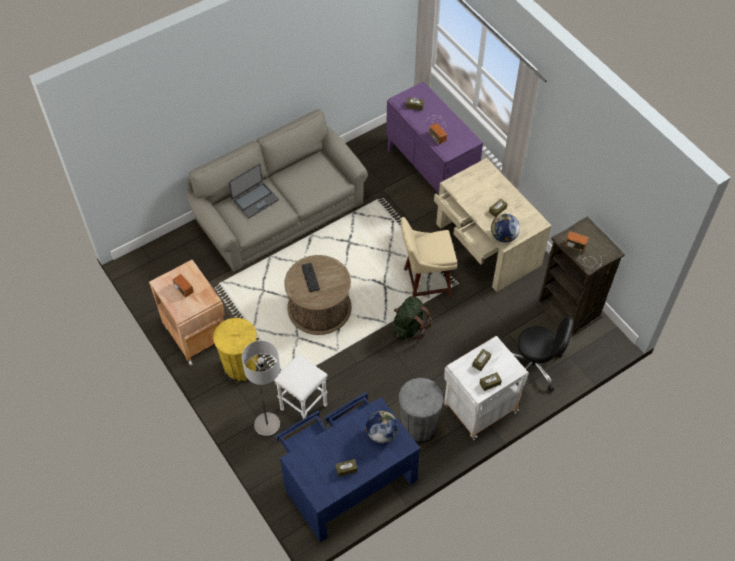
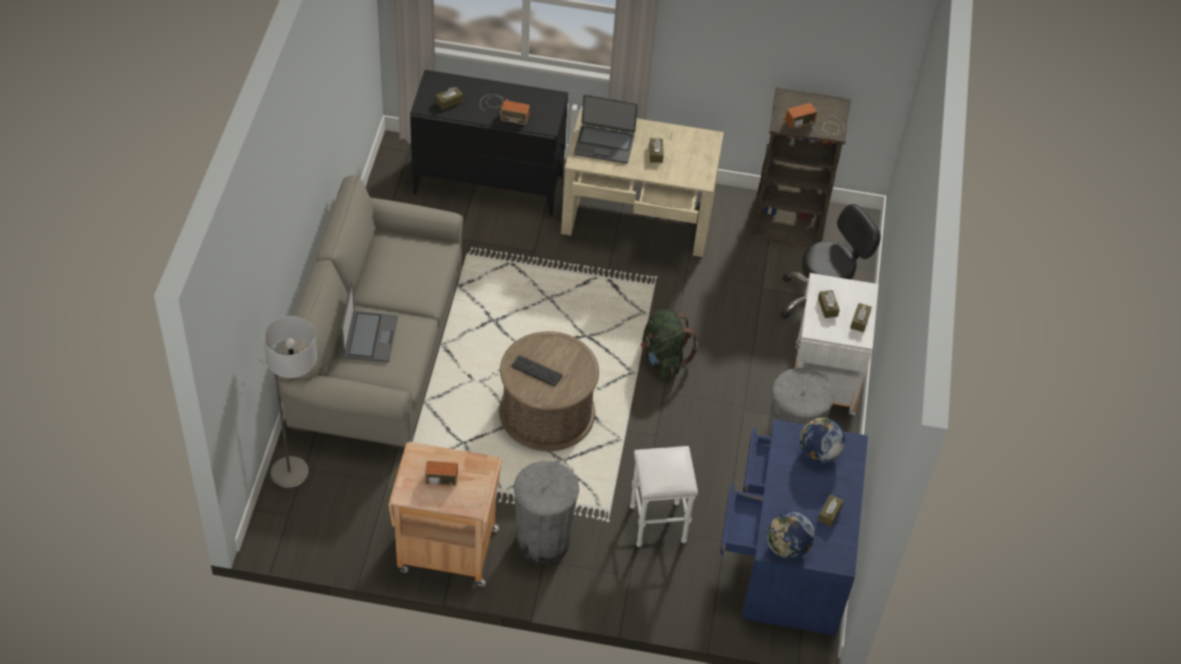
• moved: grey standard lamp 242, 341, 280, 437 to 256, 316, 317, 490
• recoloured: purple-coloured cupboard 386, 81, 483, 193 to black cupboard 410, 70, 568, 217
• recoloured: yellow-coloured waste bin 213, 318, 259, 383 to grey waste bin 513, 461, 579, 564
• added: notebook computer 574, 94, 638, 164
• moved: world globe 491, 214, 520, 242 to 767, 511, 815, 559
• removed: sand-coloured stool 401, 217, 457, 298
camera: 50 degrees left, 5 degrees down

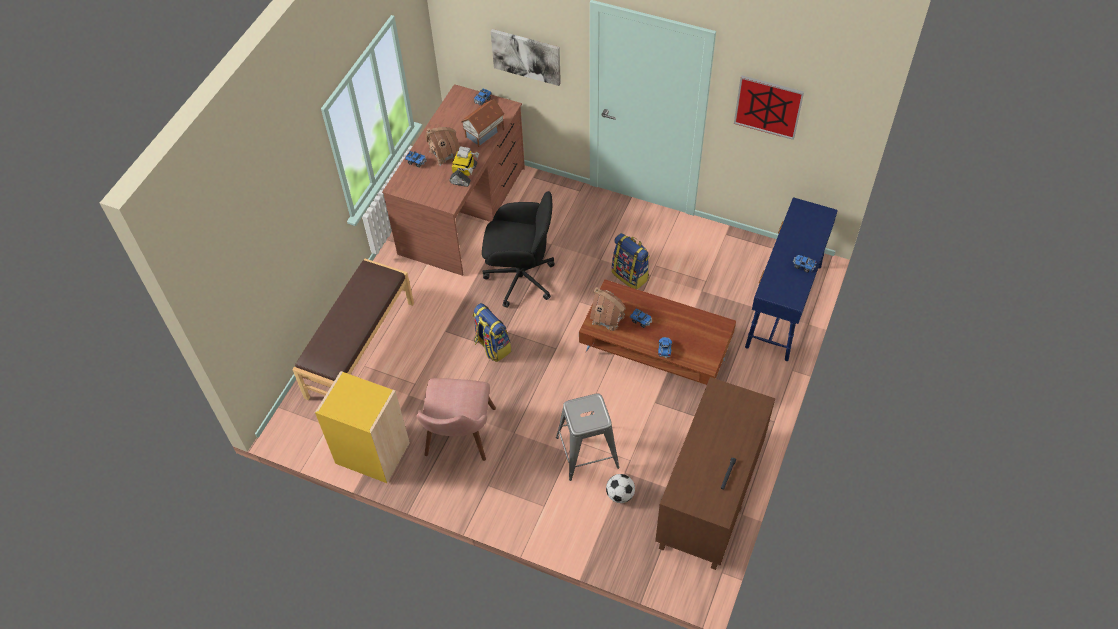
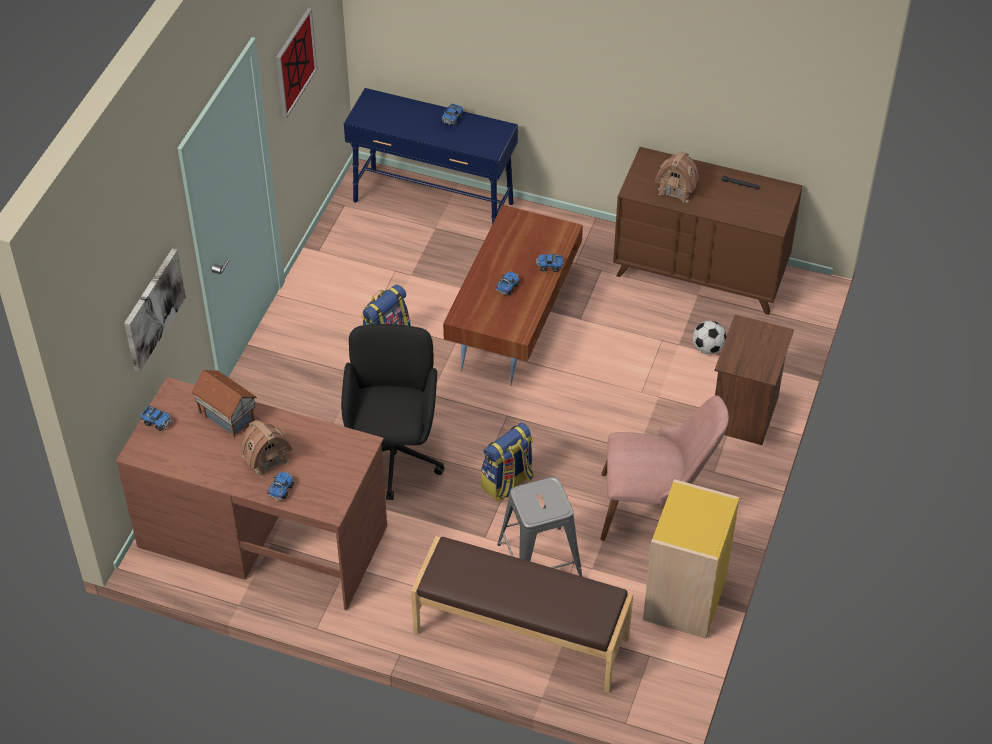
• moved: grey stool 556, 394, 619, 481 to 497, 477, 583, 577
• moved: model house 590, 287, 626, 332 to 654, 152, 698, 203
• added: brown-coloured night table 714, 315, 794, 445
• removed: model robot 450, 146, 479, 187
camera: 95 degrees left, 5 degrees down

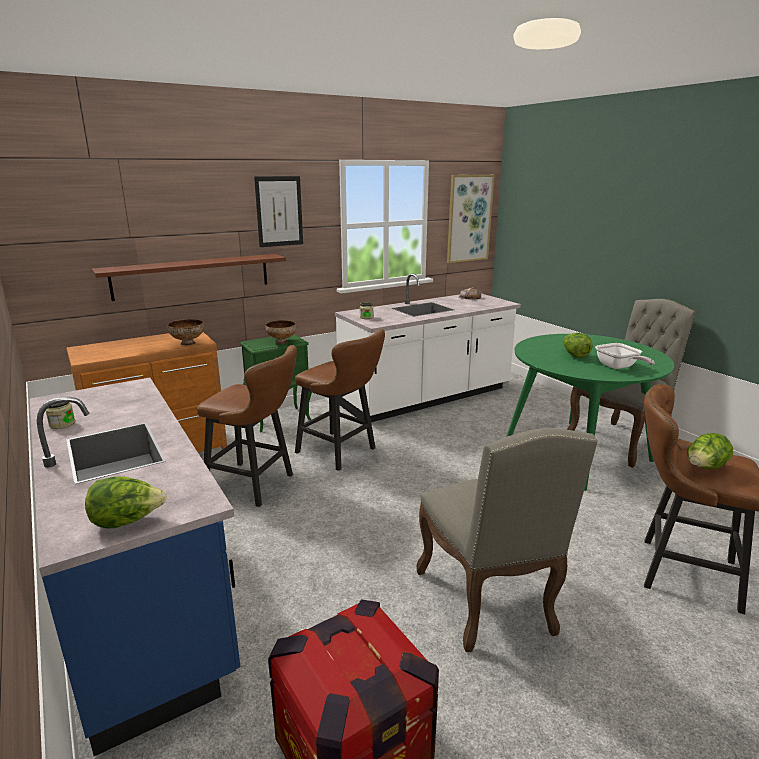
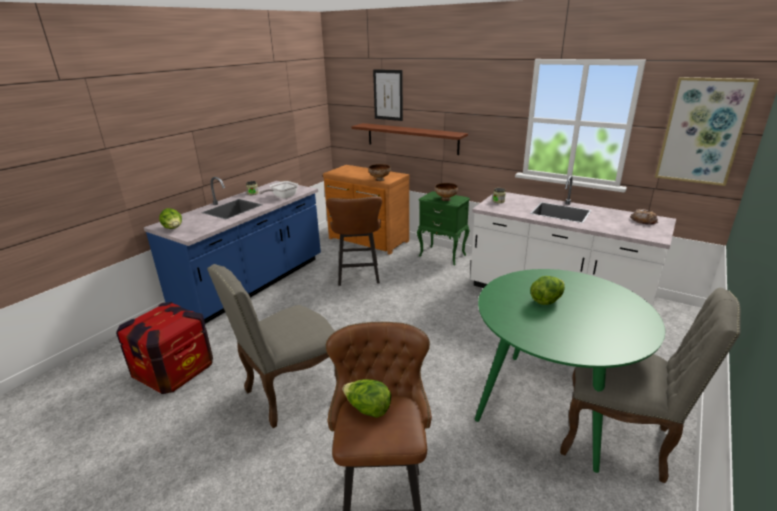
• moved: pan 595, 343, 655, 369 to 259, 181, 298, 199
• moved: wall picture 254, 176, 303, 247 to 373, 69, 403, 121
• removed: brown-coloured stool 295, 329, 385, 471
camera: 65 degrees right, 5 degrees up

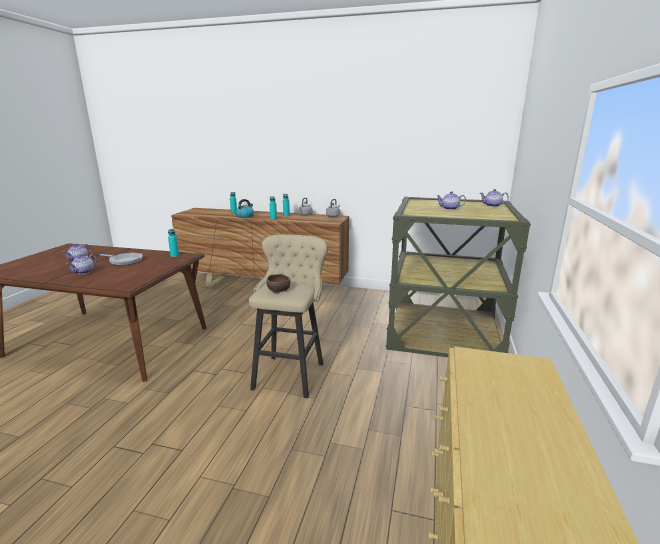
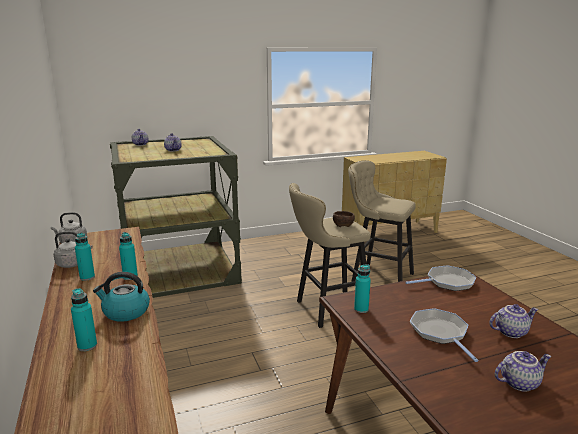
• added: sand-coloured stool 348, 160, 416, 282
• added: pan 405, 265, 476, 291
camera: 125 degrees left, 0 degrees up

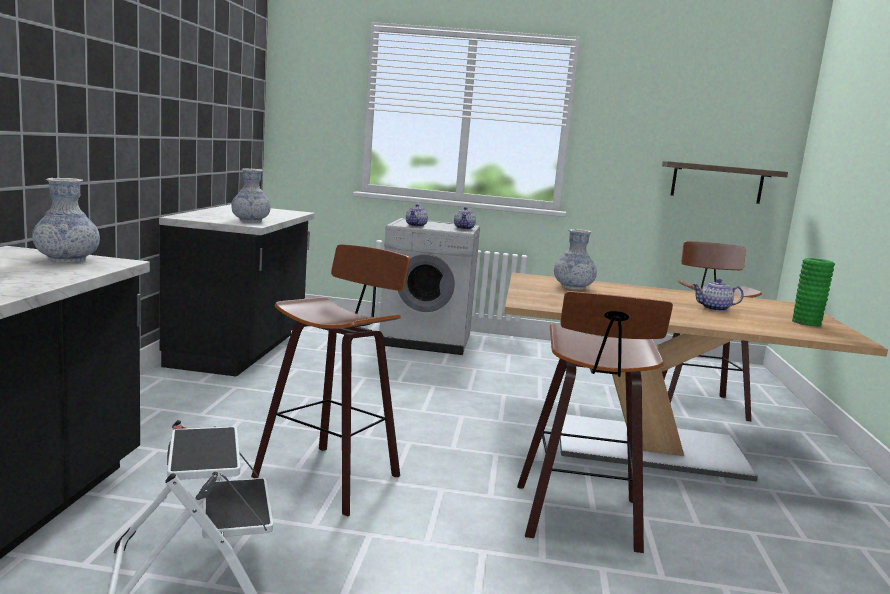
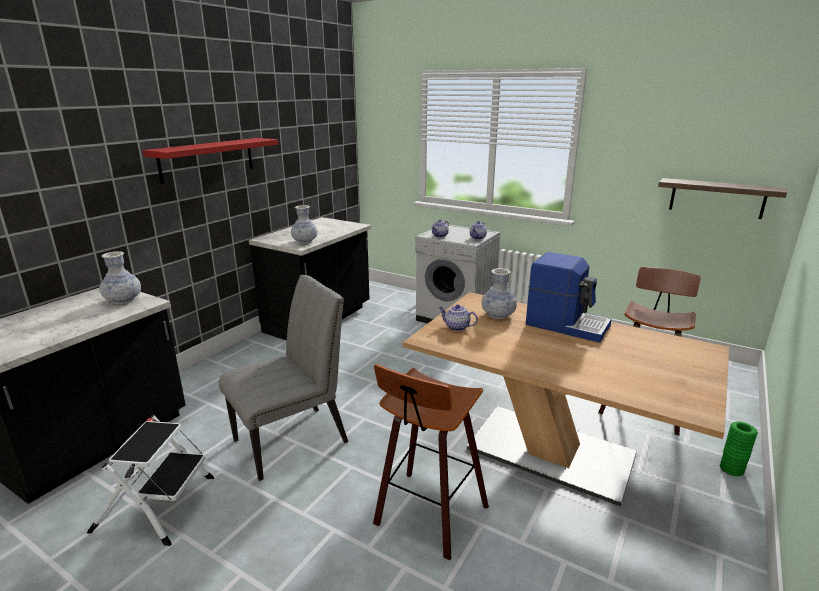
• added: red wall shelf 143, 138, 278, 184
• replaced: stool 251, 244, 410, 516 to grey upright chair 219, 275, 348, 481
• moved: pot for tea 692, 279, 744, 311 to 439, 304, 478, 331
• added: coffee maker 526, 252, 612, 343
• moved: green-coloured decorative vase 792, 258, 835, 326 to 720, 422, 758, 476
camera: 25 degrees right, 10 degrees up

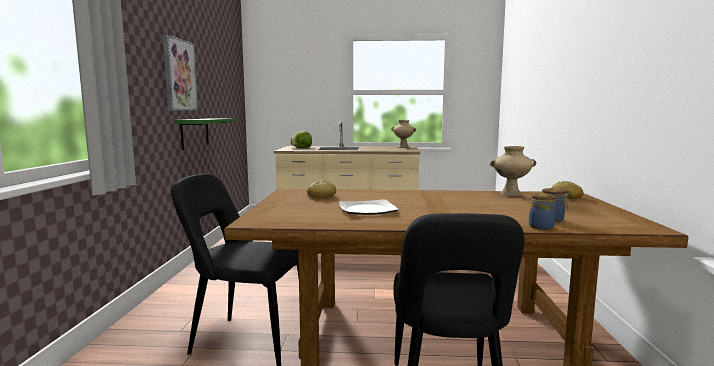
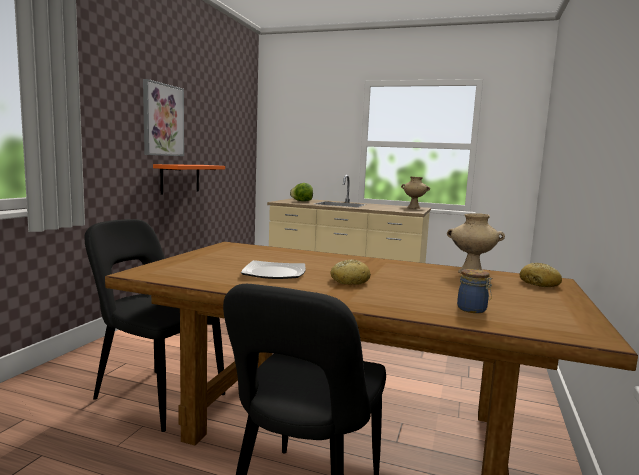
• recoloured: green-coloured wall shelf 175, 118, 234, 150 to orange wall shelf 153, 164, 225, 195
• moved: bakery bread 307, 180, 336, 198 to 330, 259, 371, 285
• removed: storage jar 529, 193, 556, 230
camera: 15 degrees right, 0 degrees up

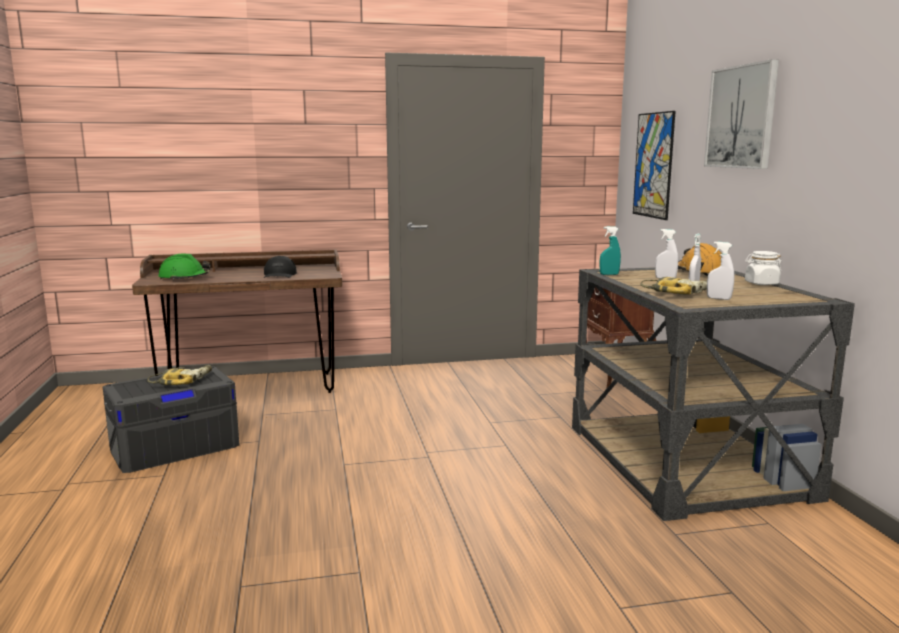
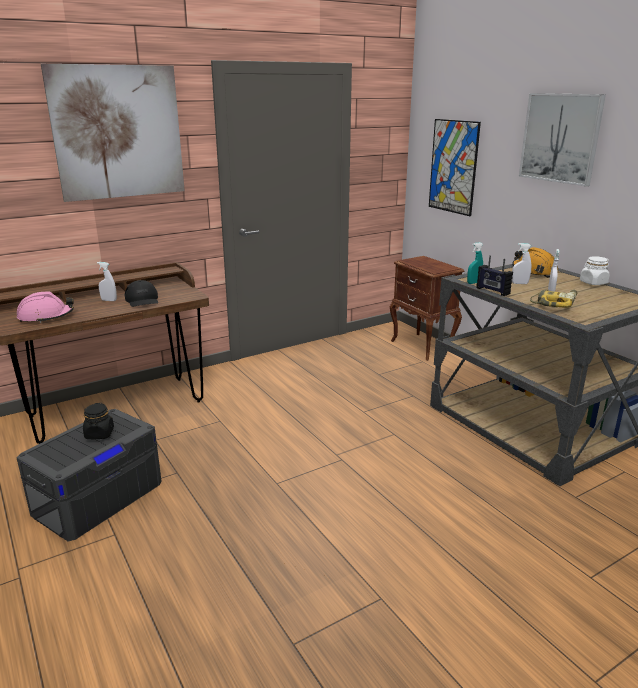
• recoloured: green-coloured safety helmet 158, 253, 211, 280 to pink-coloured safety helmet 17, 291, 74, 323
• added: wall picture 41, 64, 185, 202
• replaced: drill 147, 365, 212, 385 to black storage jar 83, 403, 114, 439
• moved: white-coloured spray bottle 707, 241, 735, 300 to 97, 262, 117, 301
• added: radio set 476, 255, 513, 296
camera: 20 degrees left, 10 degrees up

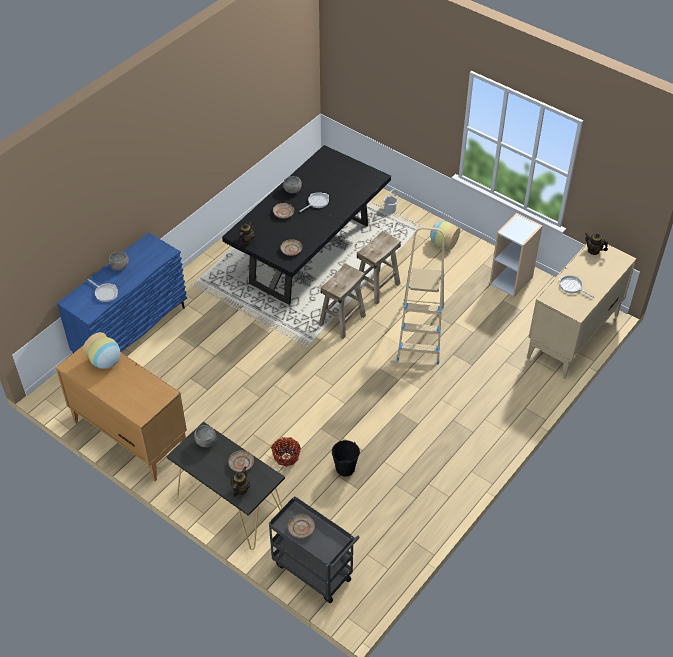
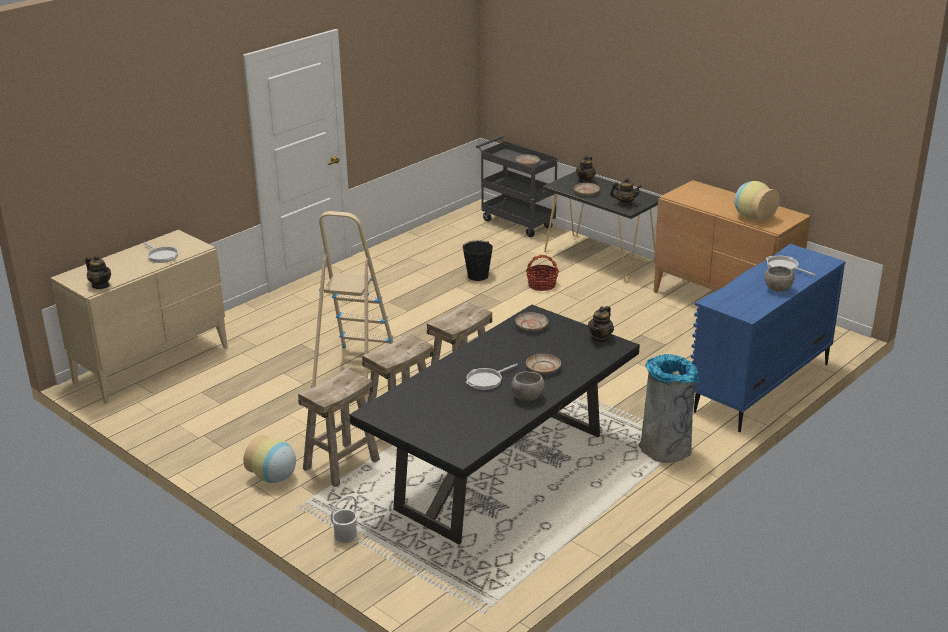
• added: sand-coloured stool 298, 368, 380, 487
• replaced: grey serving bowl 194, 425, 217, 447 to pot for tea 610, 178, 642, 206
• added: grey waste bin 638, 354, 699, 463
• removed: bookshelf 489, 213, 542, 297
camera: 175 degrees left, 20 degrees down

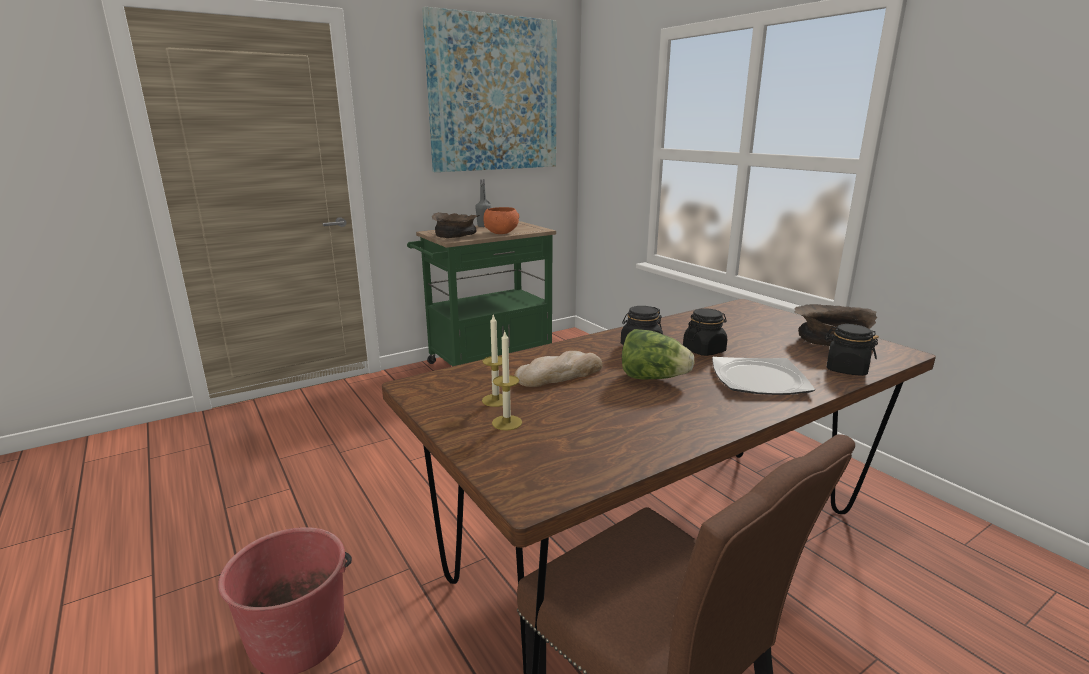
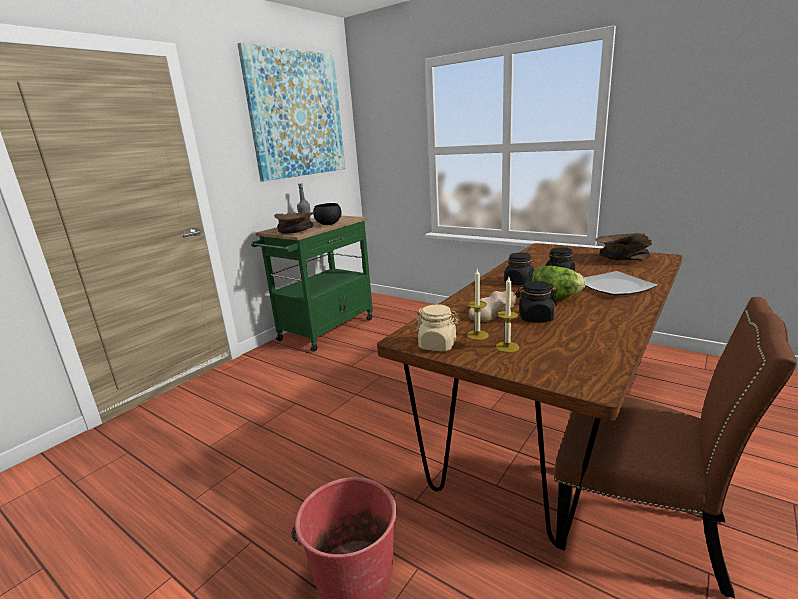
• recoloured: orange serving bowl 484, 207, 519, 234 to black serving bowl 313, 203, 342, 225
• added: sand-coloured storage jar 416, 304, 460, 351
• moved: black storage jar 825, 324, 879, 376 to 516, 281, 557, 322
camera: 20 degrees left, 0 degrees up

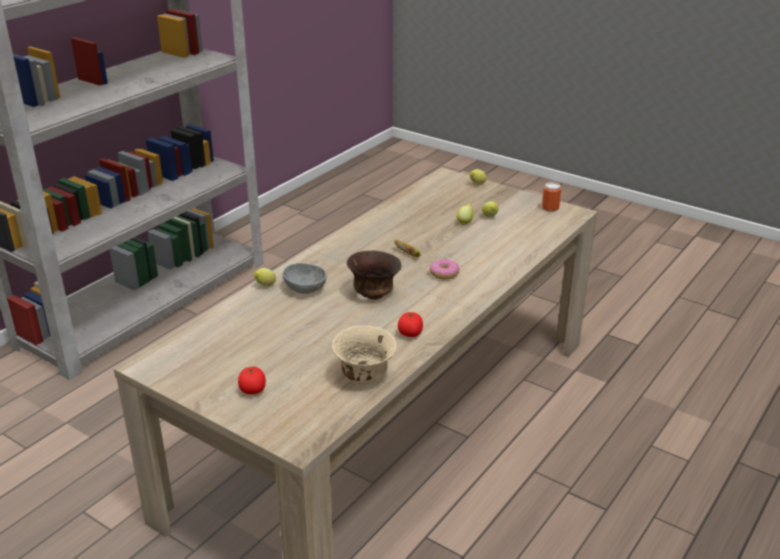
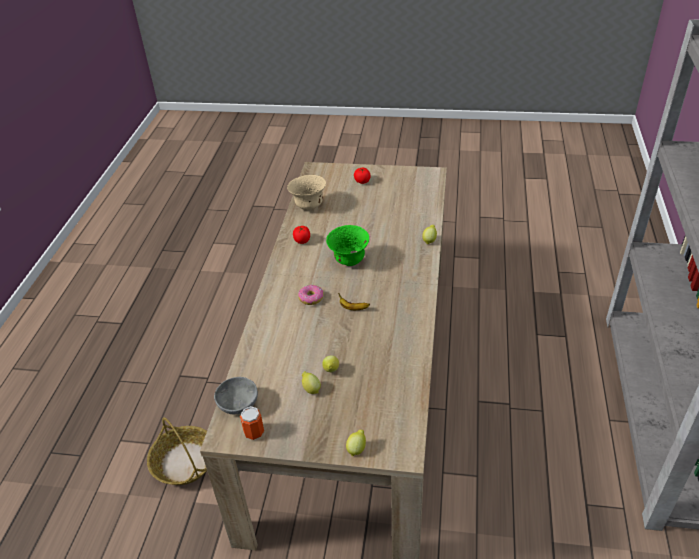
• added: basket 147, 417, 207, 485
• moved: grey serving bowl 283, 263, 327, 294 to 214, 377, 258, 414
• recoloured: brown-coloured serving bowl 347, 250, 402, 300 to green-coloured serving bowl 326, 225, 369, 266
camera: 155 degrees right, 10 degrees up

